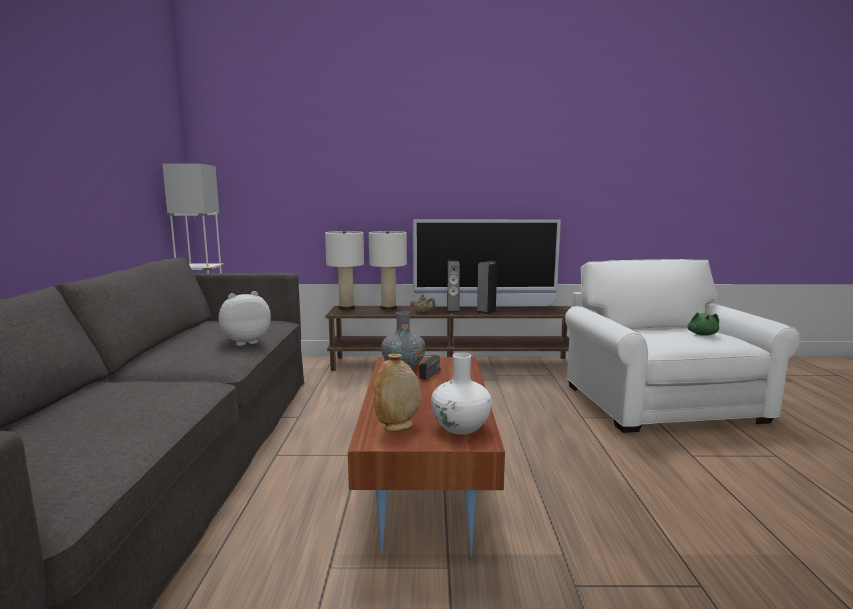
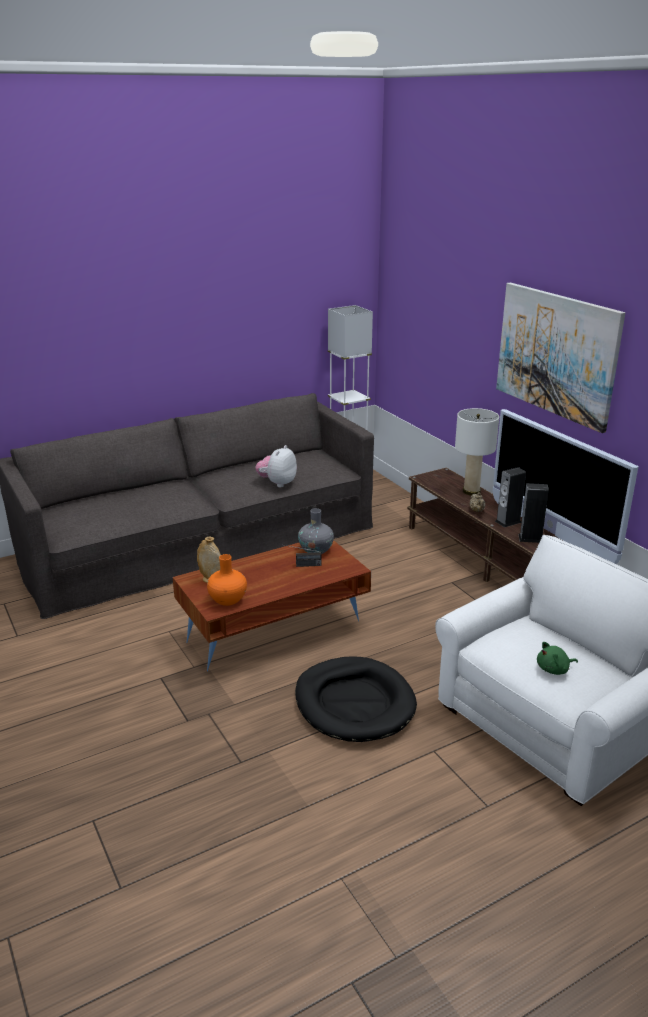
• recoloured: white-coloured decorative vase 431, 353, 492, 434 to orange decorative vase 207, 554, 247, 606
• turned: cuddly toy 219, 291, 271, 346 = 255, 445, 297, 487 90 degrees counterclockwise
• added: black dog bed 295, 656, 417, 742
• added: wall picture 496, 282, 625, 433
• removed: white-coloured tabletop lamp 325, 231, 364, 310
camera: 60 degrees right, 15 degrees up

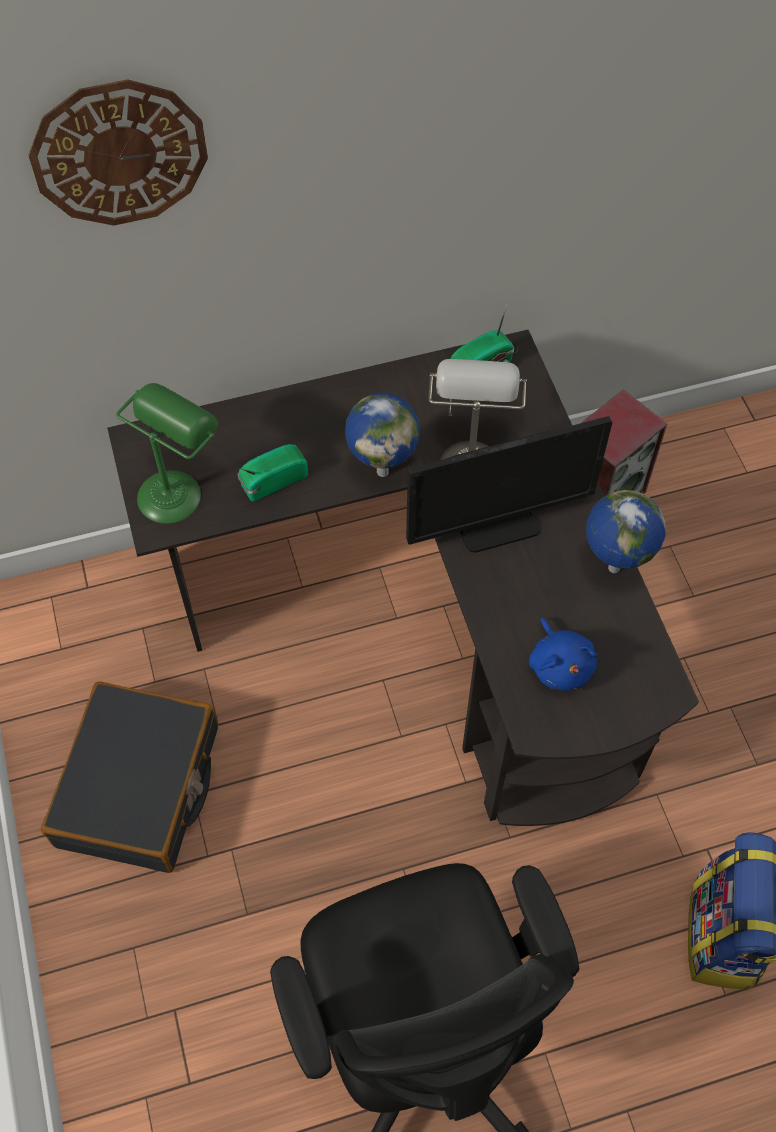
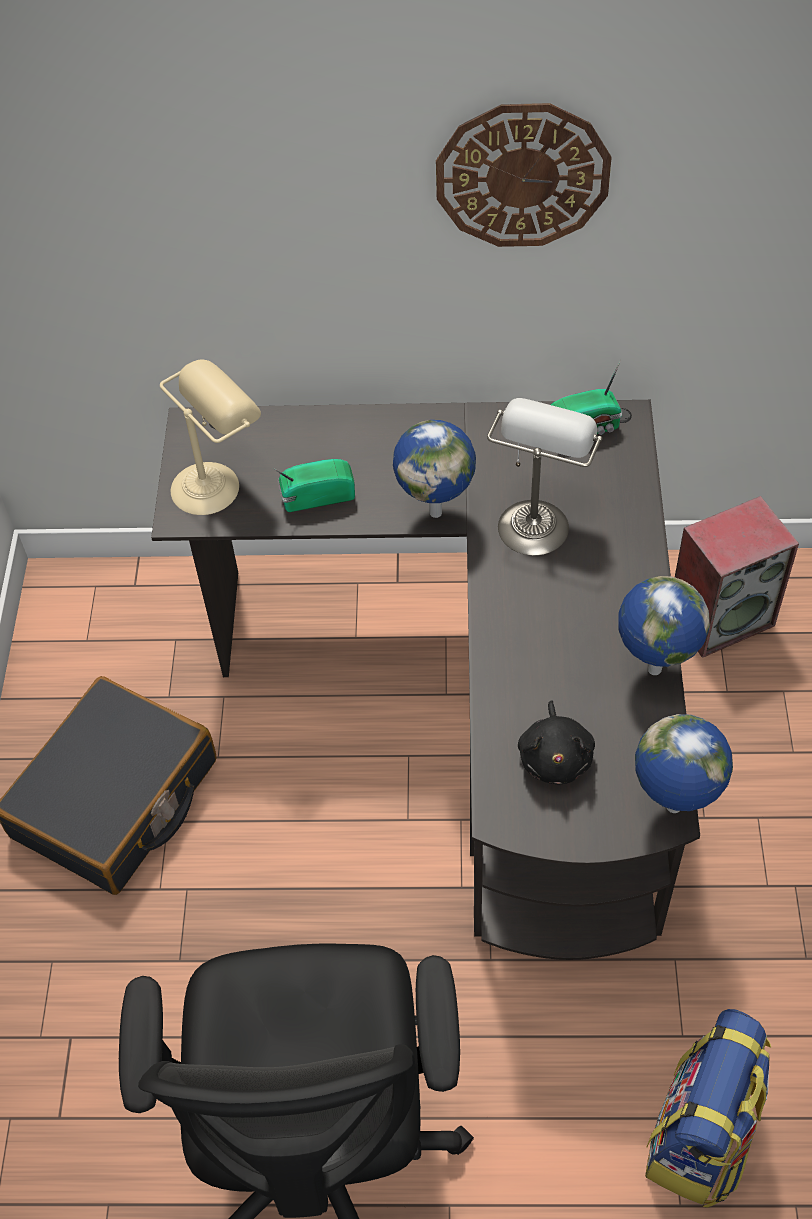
• recoloured: green-coloured tabletop lamp 116, 383, 218, 524 to sand-coloured tabletop lamp 160, 359, 261, 515
• moved: hanging clock 29, 79, 208, 226 to 436, 103, 612, 247
• recoloured: blue-coloured cuddly toy 529, 617, 597, 691 to black cuddly toy 518, 700, 595, 785
• added: world globe 635, 714, 733, 813
• removed: computer screen 406, 416, 612, 553
camera: 20 degrees right, 5 degrees down

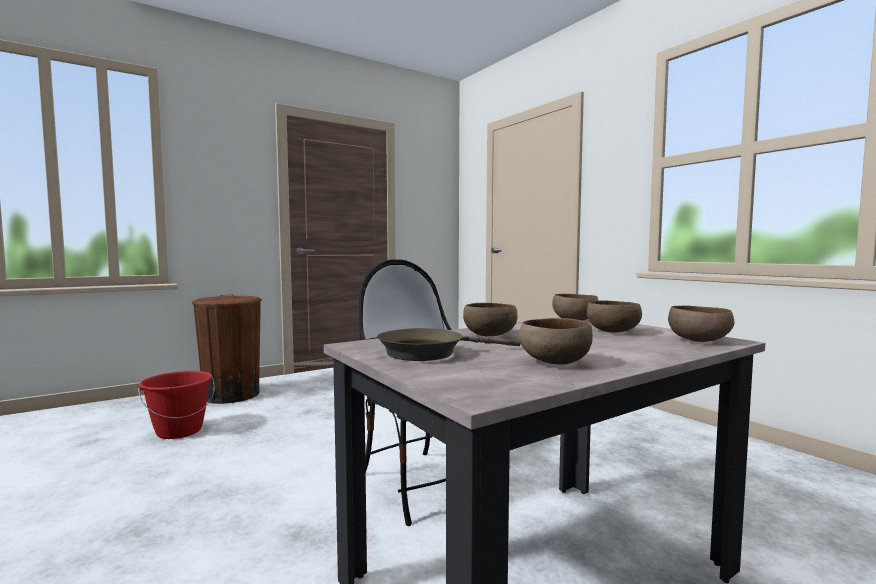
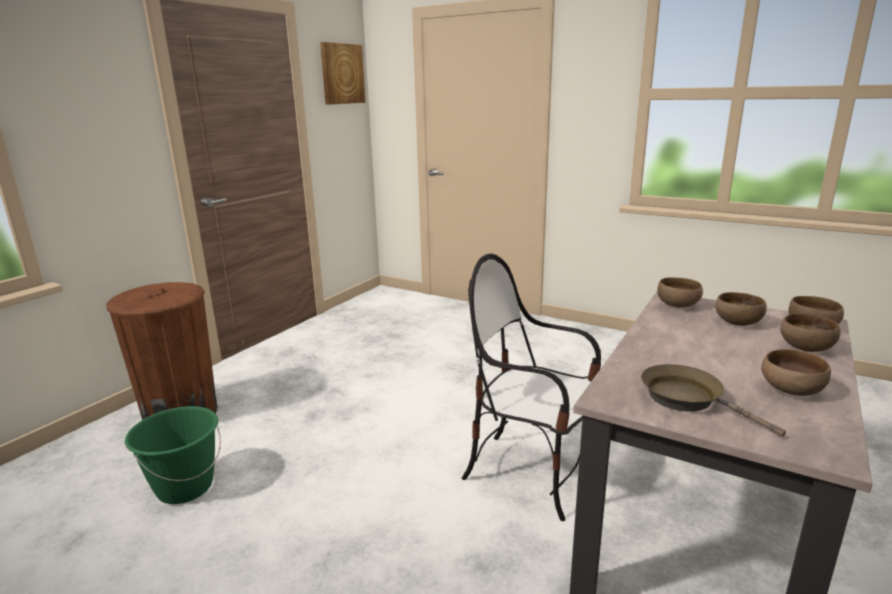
• recoloured: red pail 138, 371, 215, 439 to green-coloured pail 125, 406, 221, 504
• added: wall picture 320, 42, 365, 105
• turned: brown-coloured pan 377, 328, 521, 361 = 641, 364, 786, 436 90 degrees clockwise
• moved: brown-coloured serving bowl 463, 303, 518, 336 to 780, 314, 841, 352
camera: 25 degrees left, 15 degrees up

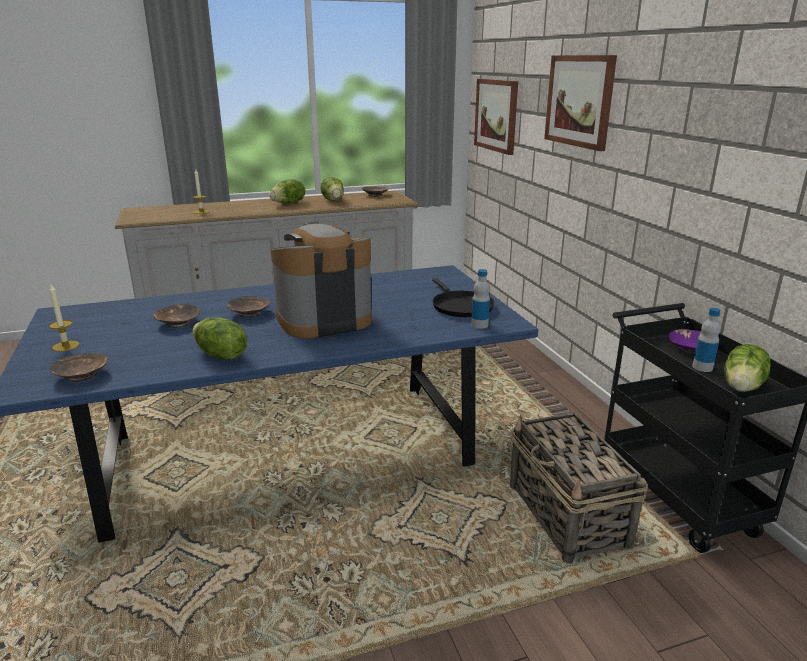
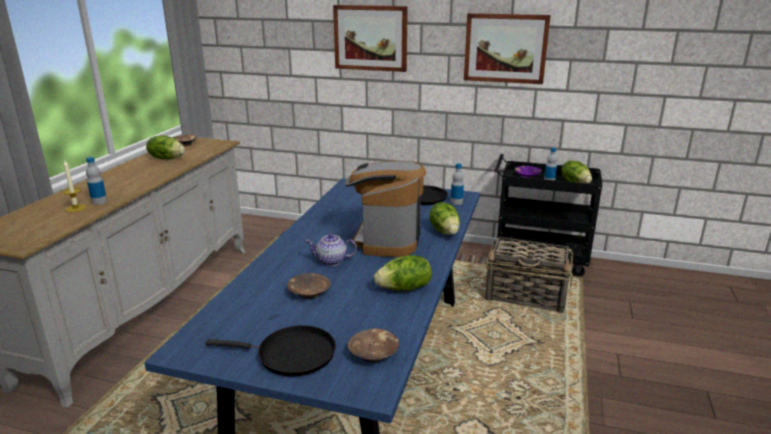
• added: drink bottle 86, 157, 107, 205
• replaced: candle 49, 285, 80, 352 to black pan 206, 325, 336, 377
• replaced: brown-coloured serving bowl 227, 296, 270, 317 to pot for tea 305, 233, 357, 266
• moved: lettuce head 269, 179, 305, 204 to 429, 202, 460, 235
• moved: wall picture 474, 79, 518, 155 to 464, 13, 551, 84
camera: 55 degrees left, 0 degrees up

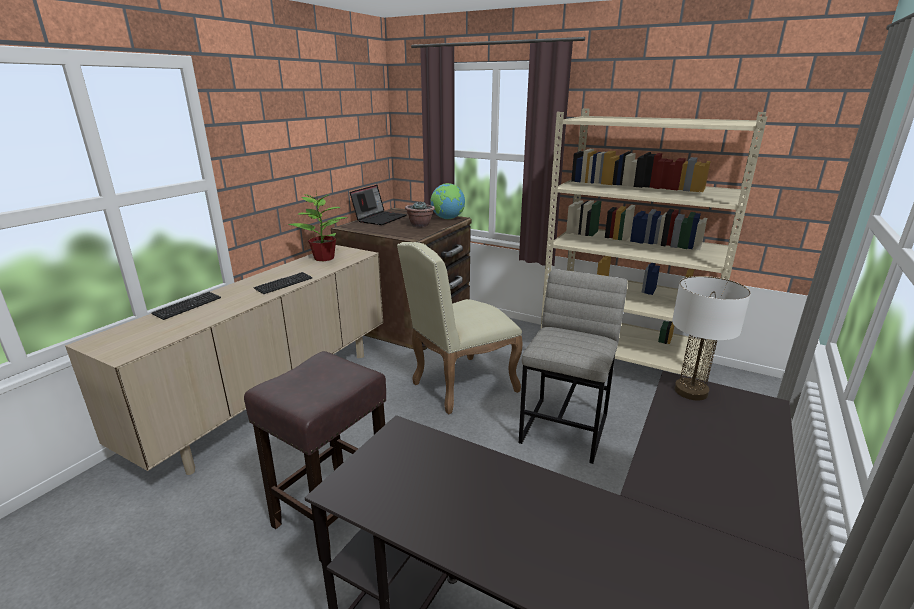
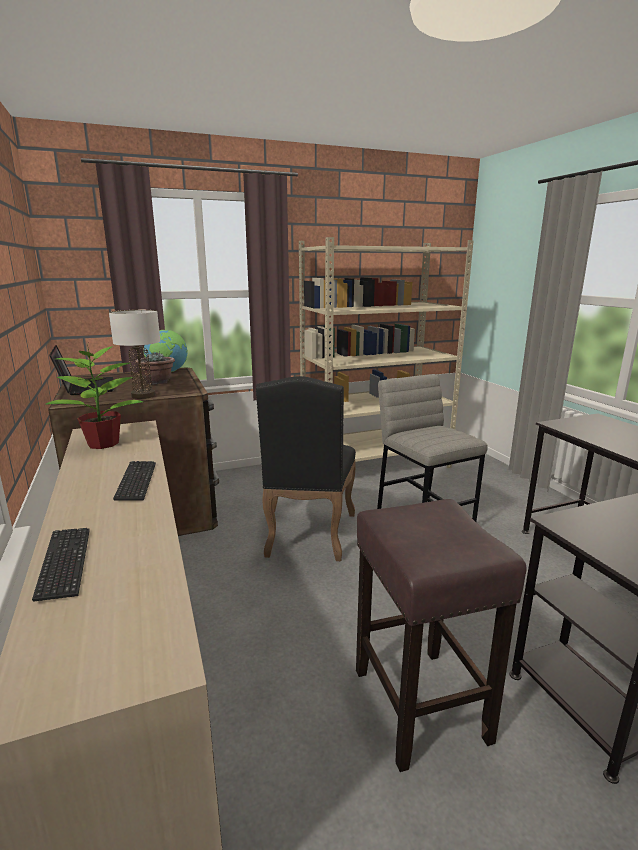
• moved: tabletop lamp 672, 276, 751, 401 to 109, 310, 160, 399
• recoloured: sand-coloured upright chair 397, 242, 522, 414 to black upright chair 256, 376, 356, 561
camera: 50 degrees left, 5 degrees down

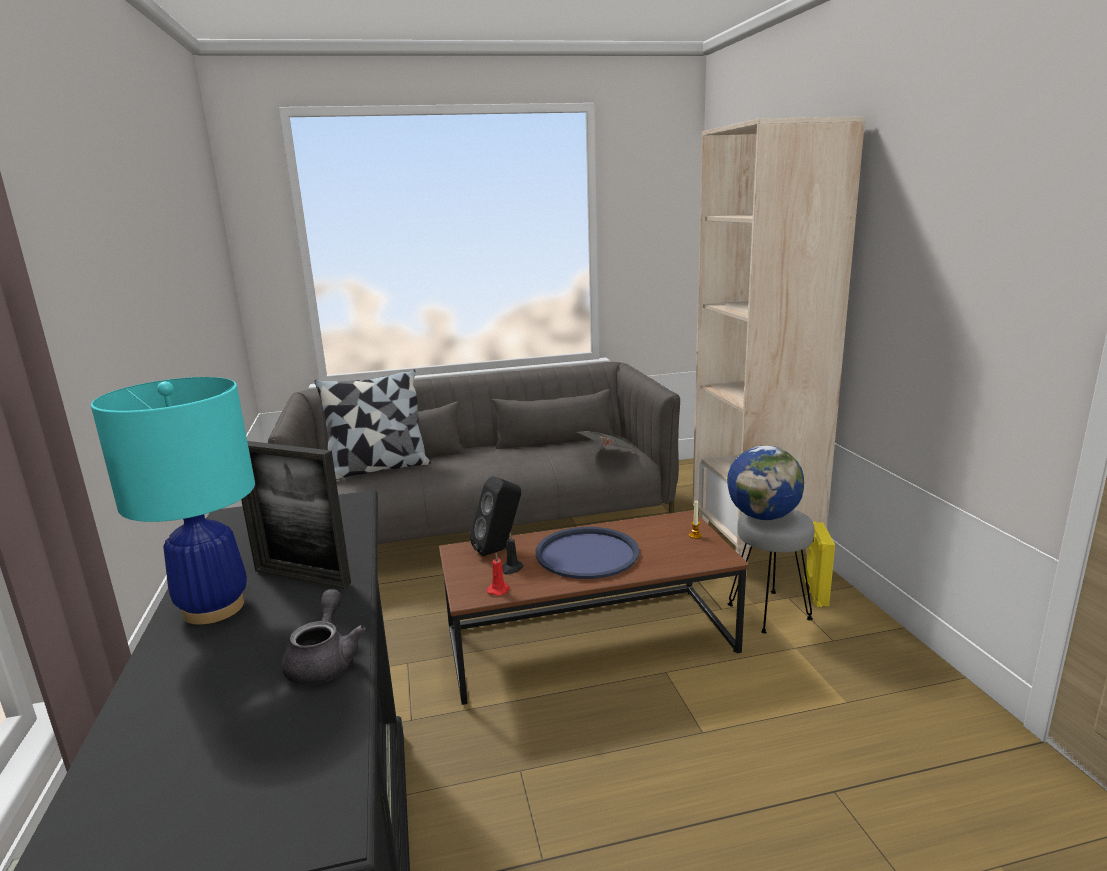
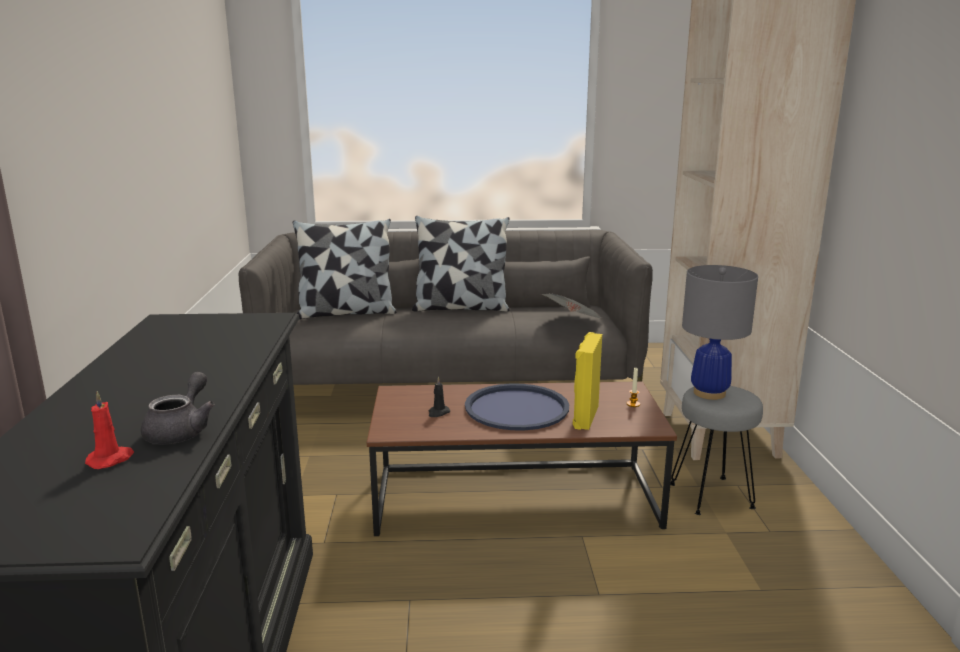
• moved: red candle 487, 553, 510, 596 to 85, 391, 134, 469
• added: cushion 412, 216, 510, 312
• moved: yellow-coloured speaker 804, 521, 835, 607 to 573, 332, 602, 430
• replaced: world globe 727, 446, 804, 520 to grey tabletop lamp 682, 265, 758, 400
• removed: turquoise tabletop lamp 91, 377, 255, 625
• removed: picture frame 241, 441, 351, 589
• removed: black speaker 470, 476, 521, 556
camera: 10 degrees right, 0 degrees up

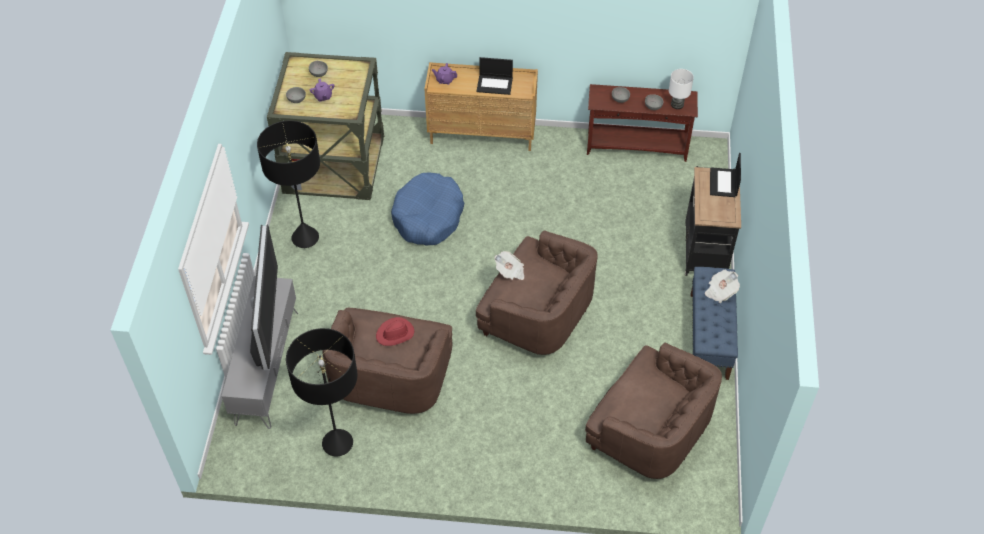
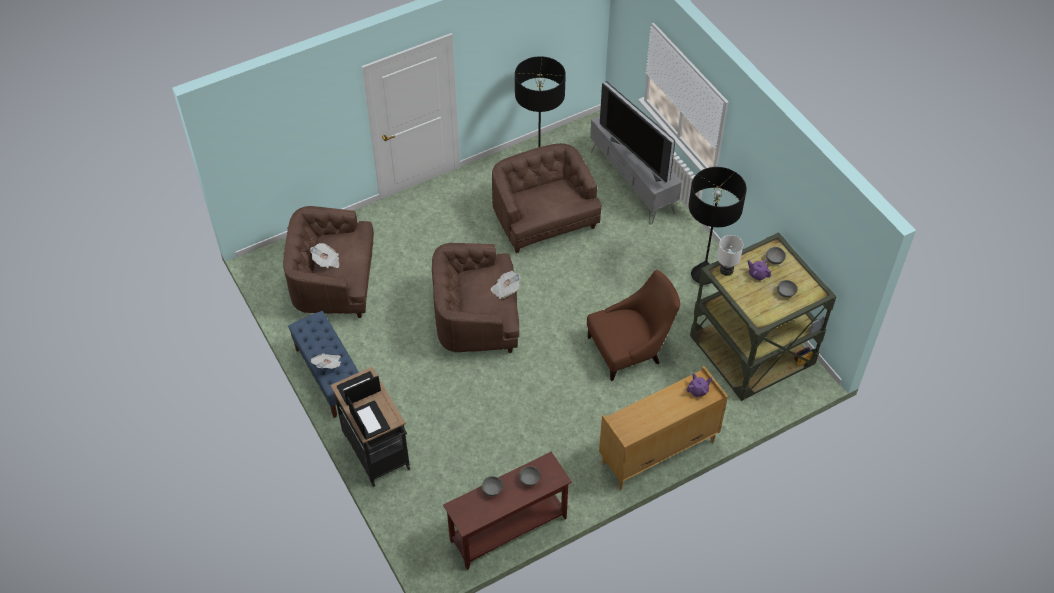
• added: newspaper 310, 243, 339, 268
• moved: notebook computer 477, 57, 513, 95 to 336, 371, 381, 405
• replaced: blue-coloured dog bed 391, 172, 464, 246 to brown-coloured armchair 587, 270, 680, 381
• moved: white-coloured tabletop lamp 669, 69, 694, 109 to 717, 235, 743, 276
• removed: red hat 376, 317, 414, 346
camera: 145 degrees right, 0 degrees up

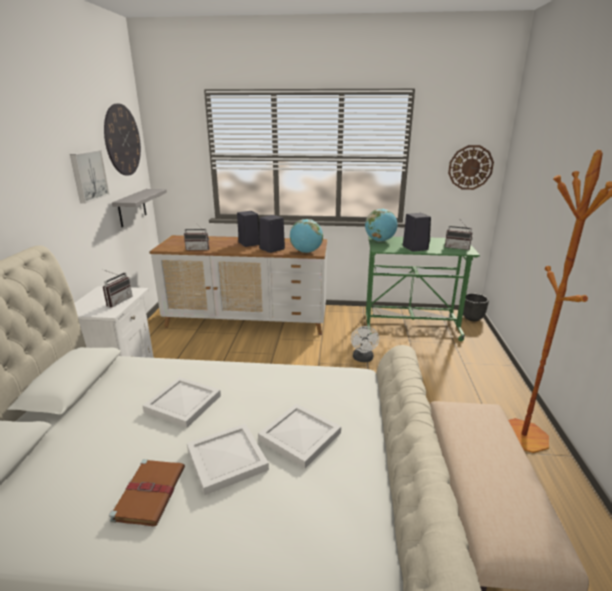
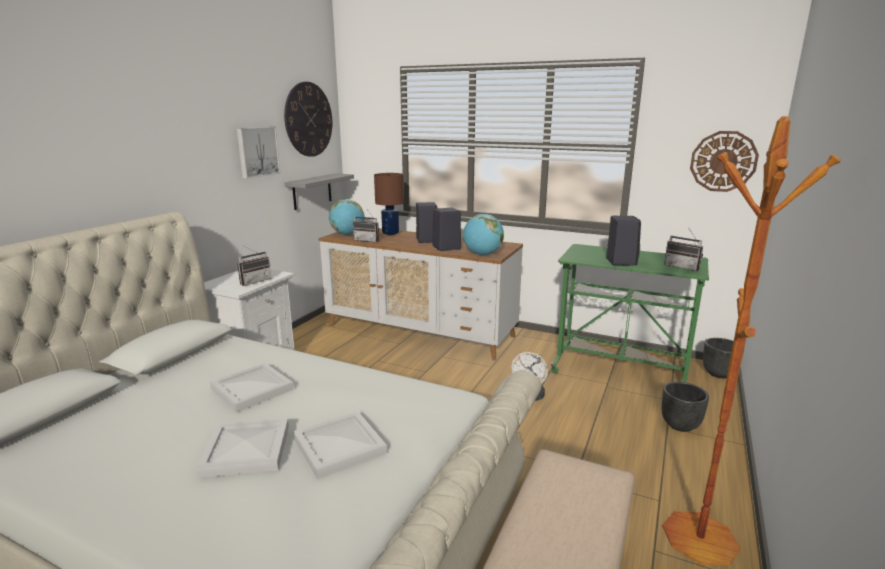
• moved: world globe 365, 209, 398, 242 to 329, 199, 365, 235
• added: brown-coloured tabletop lamp 374, 173, 404, 235
• added: black plant pot 662, 382, 709, 432
• removed: brown-coloured bound book 109, 459, 185, 526
camera: 20 degrees right, 5 degrees down

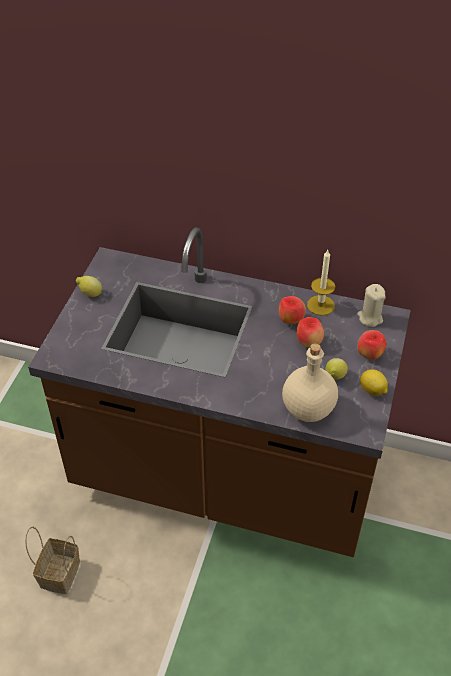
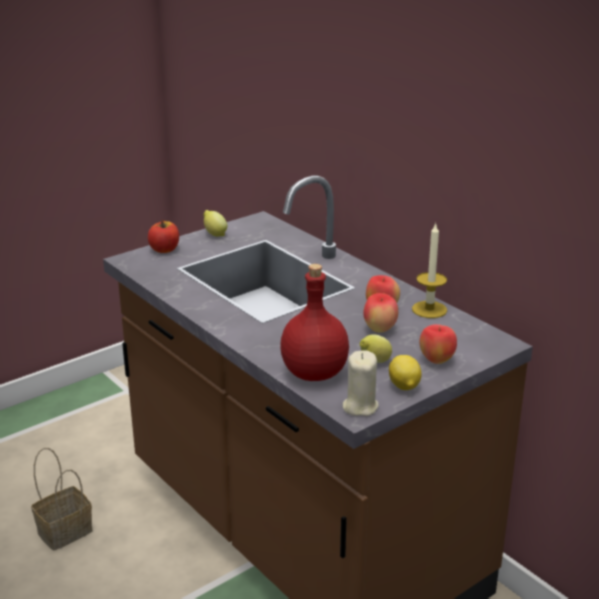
• added: apple fruit 148, 220, 179, 253
• recoloured: sand-coloured drink bottle 282, 343, 338, 422 to red drink bottle 280, 264, 349, 381
• moved: sand-coloured candle 357, 284, 386, 327 to 343, 350, 379, 416
camera: 35 degrees right, 20 degrees down

